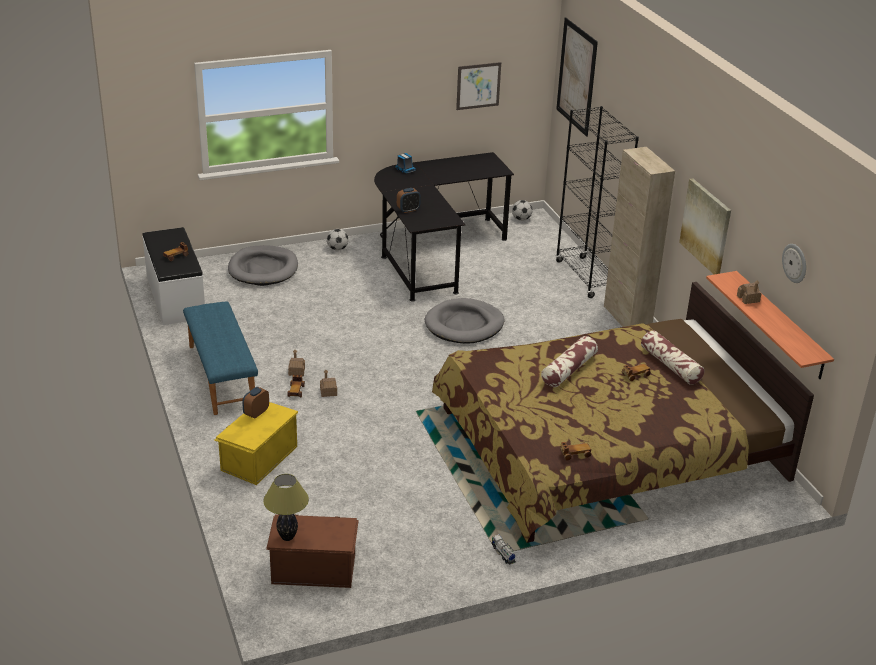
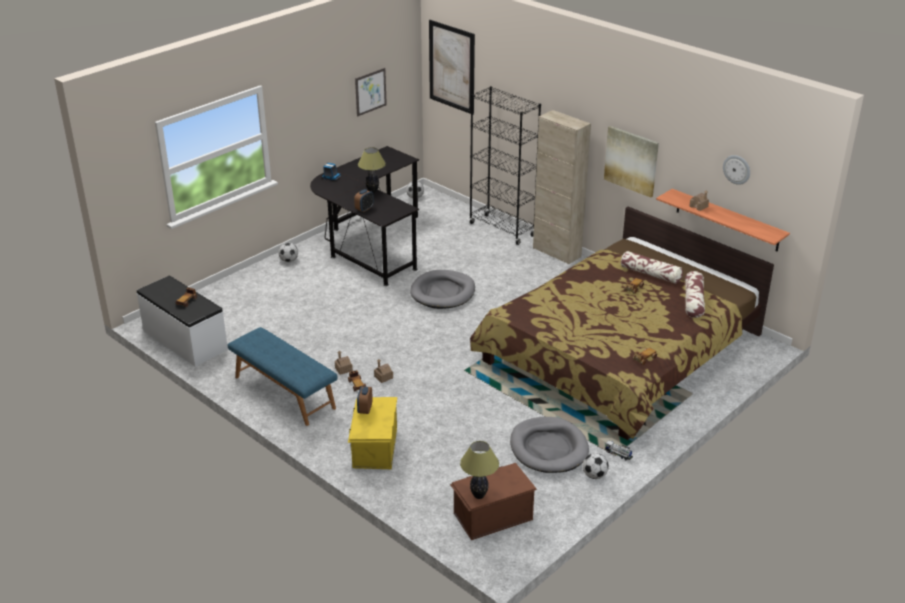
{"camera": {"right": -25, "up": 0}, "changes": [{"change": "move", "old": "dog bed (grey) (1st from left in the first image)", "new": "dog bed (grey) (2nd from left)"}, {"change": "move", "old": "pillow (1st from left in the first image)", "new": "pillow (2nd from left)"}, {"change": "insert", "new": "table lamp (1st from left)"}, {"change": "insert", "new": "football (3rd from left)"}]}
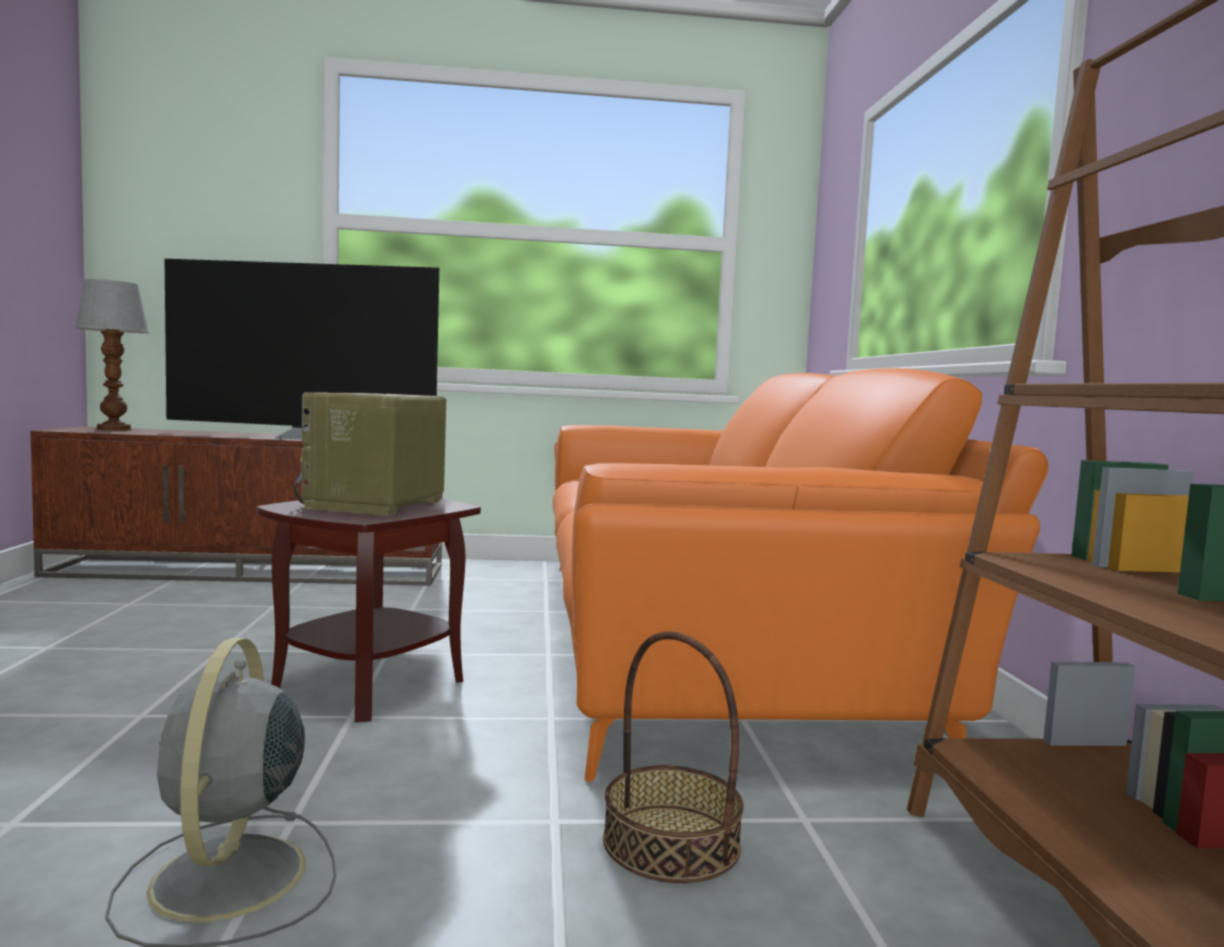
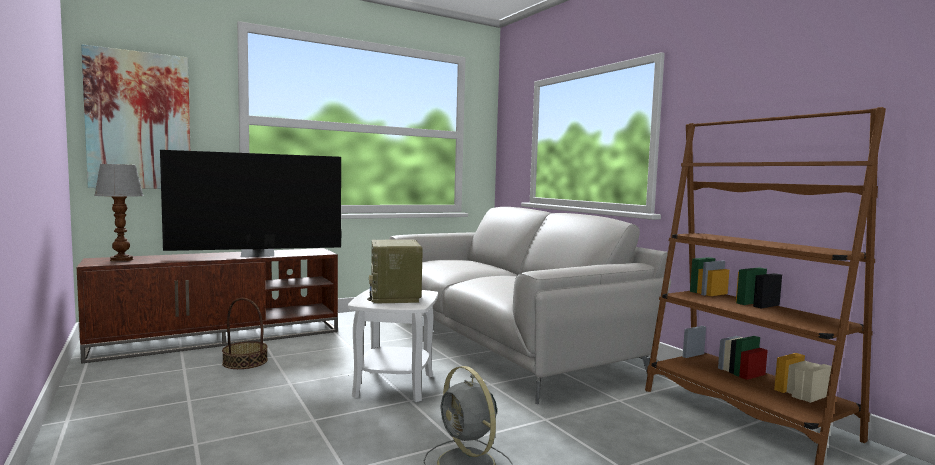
{"camera": {"right": -25, "up": 0}, "changes": [{"change": "recolor", "old": "sofa (orange)", "new": "sofa (grey)"}, {"change": "recolor", "old": "side table (brown)", "new": "side table (white)"}, {"change": "move", "old": "basket"}, {"change": "insert", "new": "picture"}]}
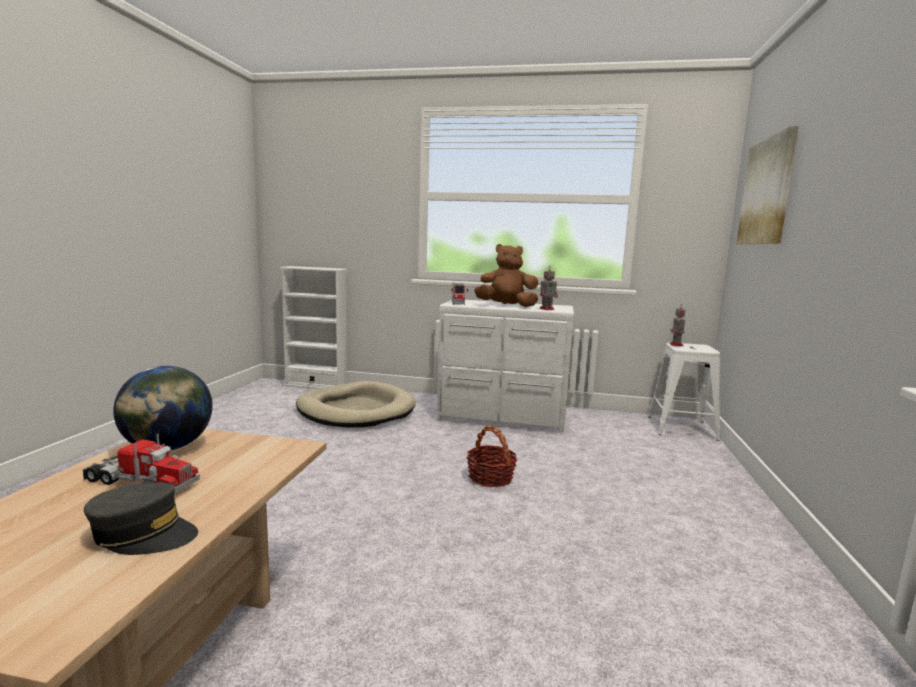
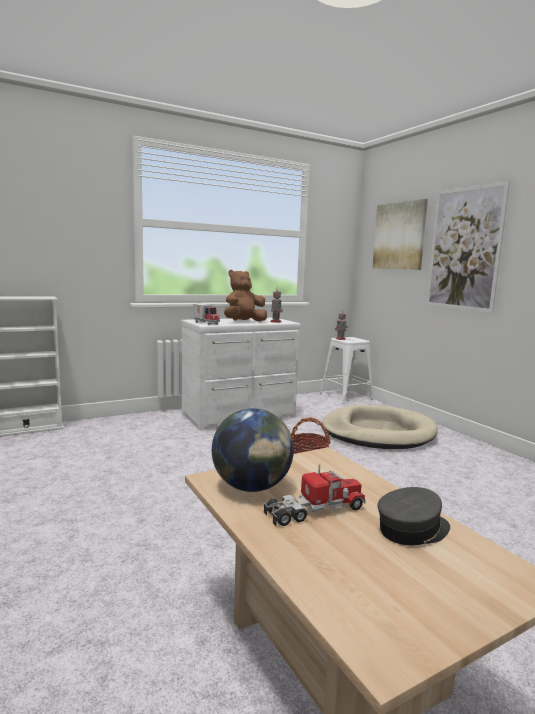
{"camera": {"right": -40, "up": 0}, "changes": [{"change": "move", "old": "dog bed (beige)"}, {"change": "insert", "new": "picture (2nd from left)"}]}
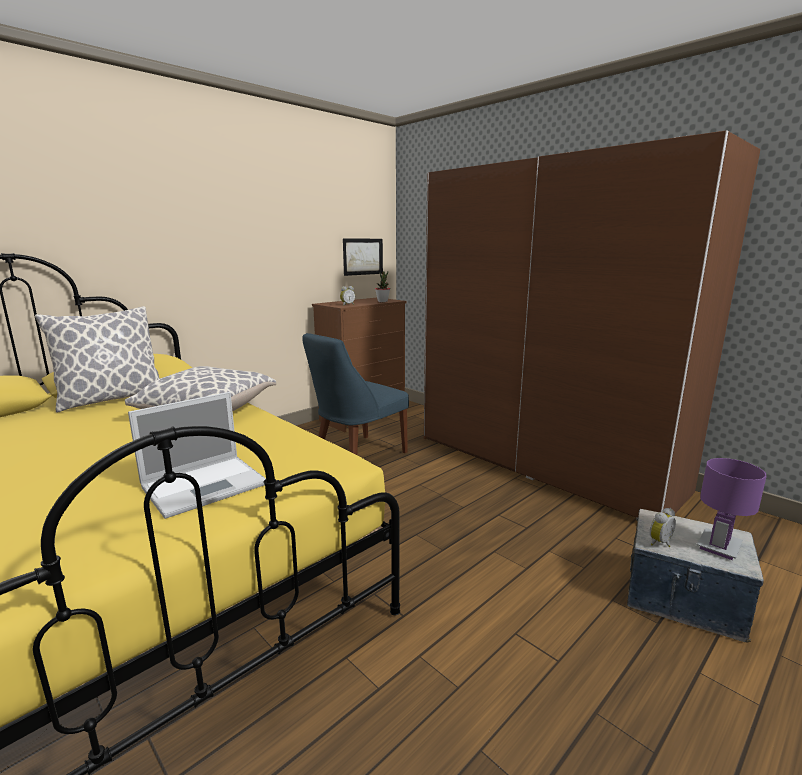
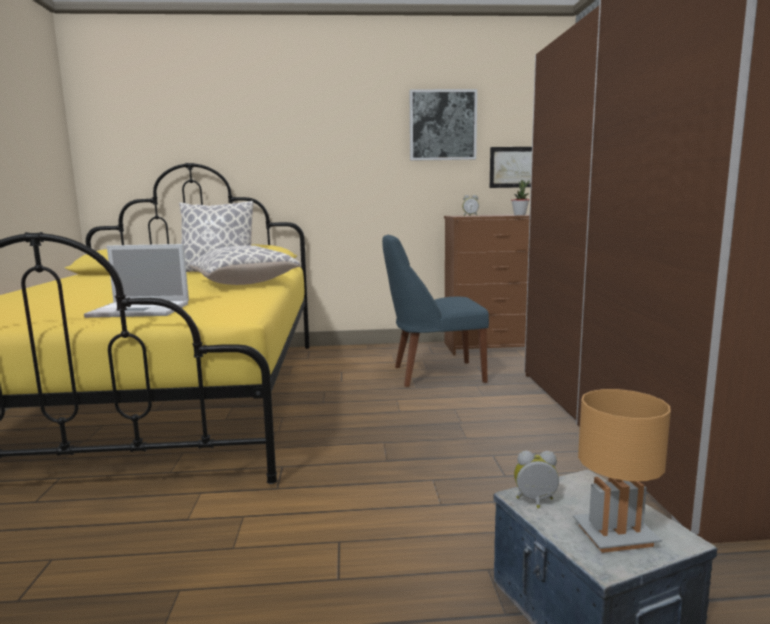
{"camera": {"right": 40, "up": -5}, "changes": [{"change": "recolor", "old": "table lamp (purple)", "new": "table lamp (brown)"}, {"change": "insert", "new": "picture (1st from left)"}]}
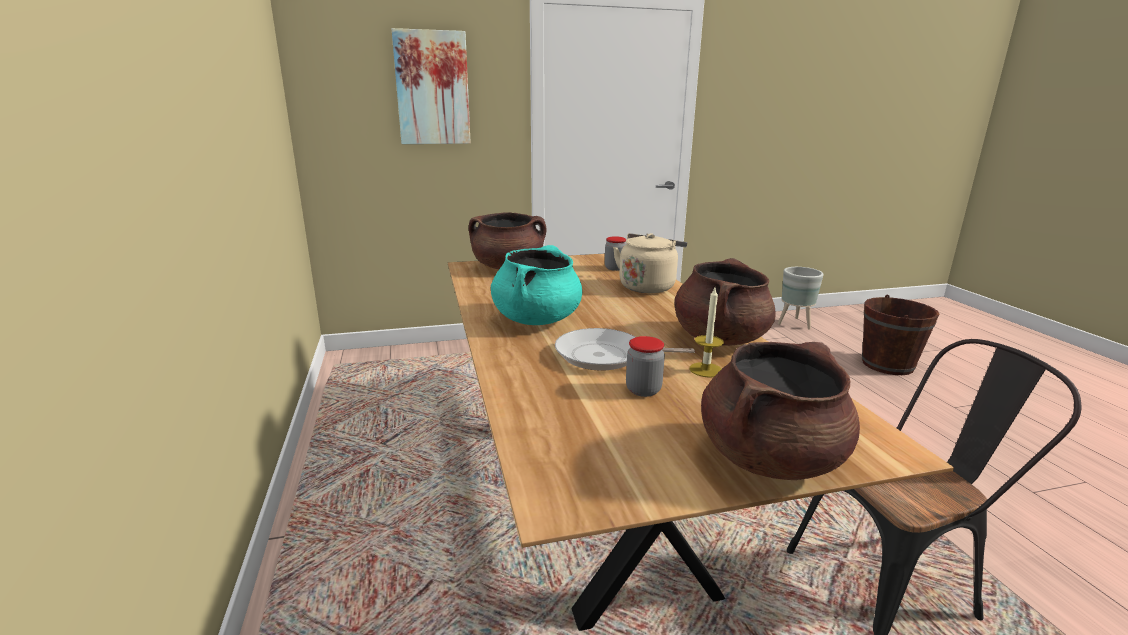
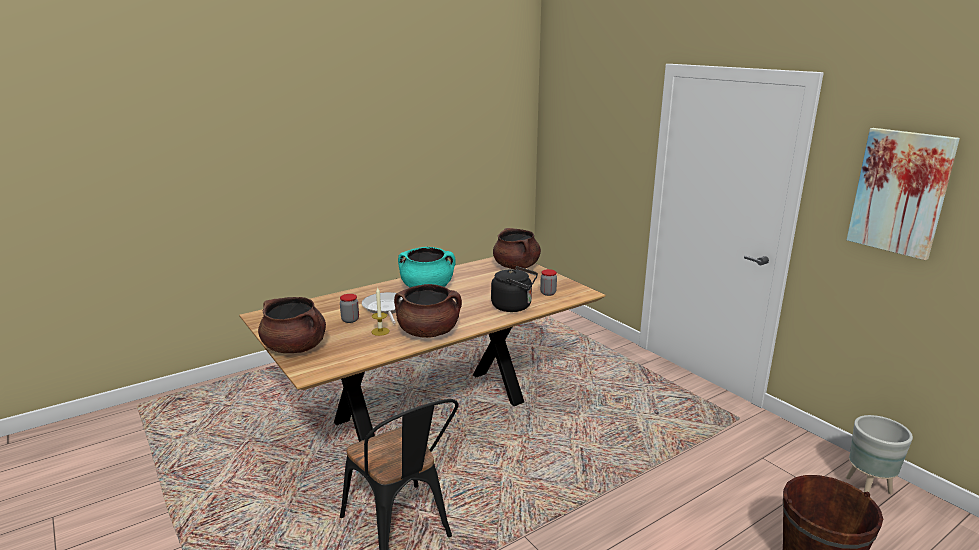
{"camera": {"right": 70, "up": 0}, "changes": [{"change": "move", "old": "picture"}, {"change": "recolor", "old": "kettle (beige)", "new": "kettle (black)"}]}
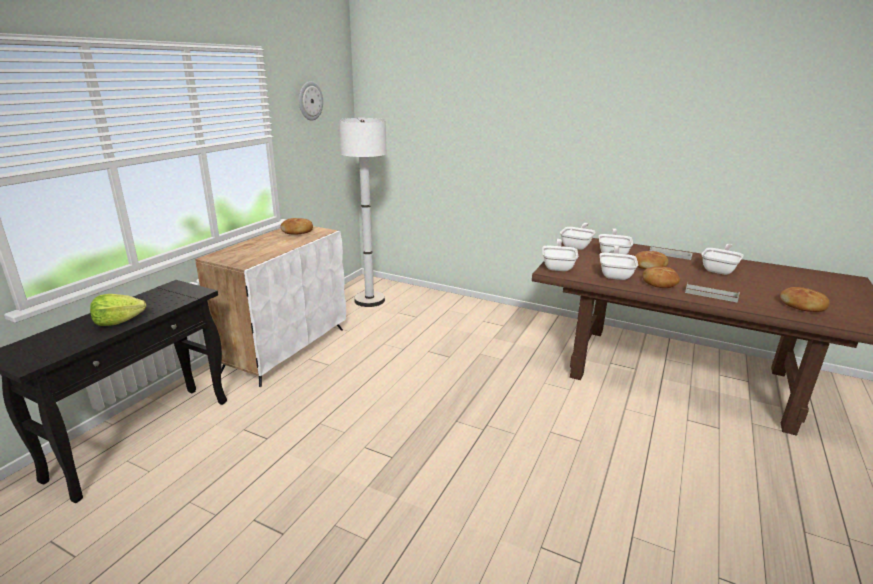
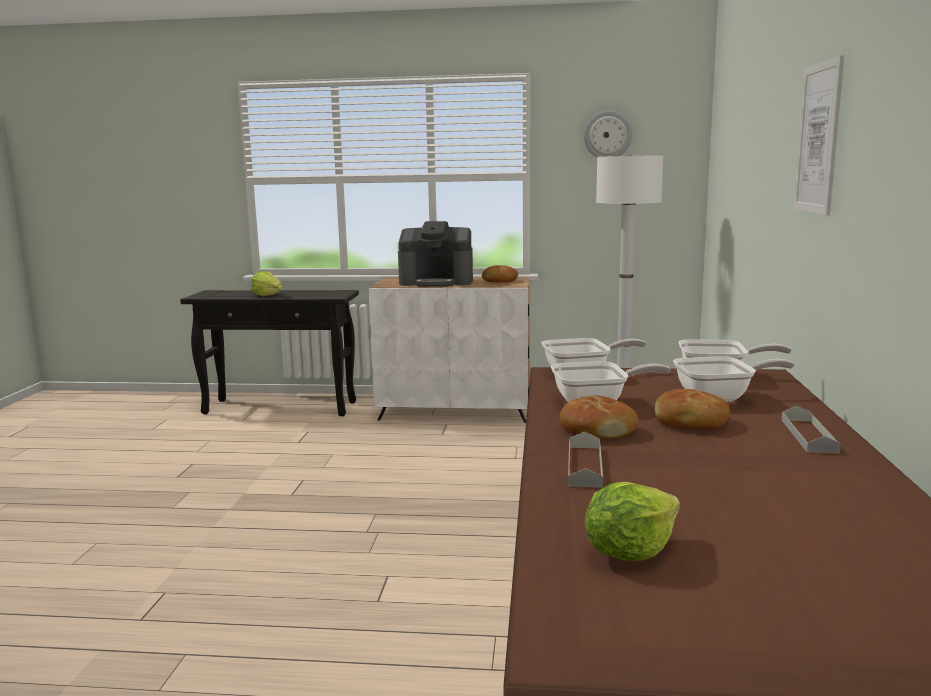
{"camera": {"right": 70, "up": -10}, "changes": [{"change": "delete", "old": "frying pan (5th from left)"}, {"change": "replace", "old": "bread (4th from left)", "new": "lettuce (2nd from left)"}, {"change": "insert", "new": "picture"}, {"change": "insert", "new": "coffee machine"}]}
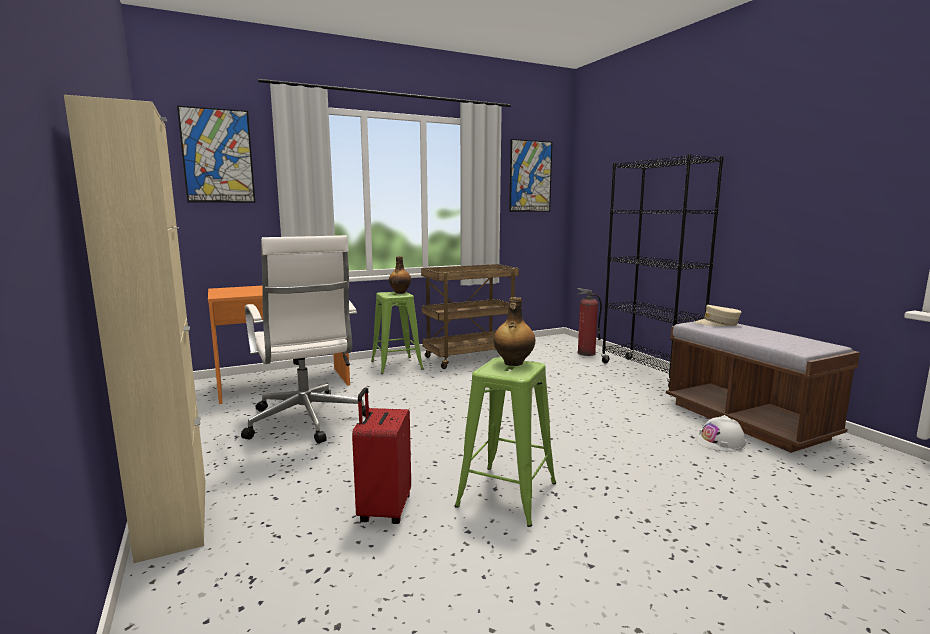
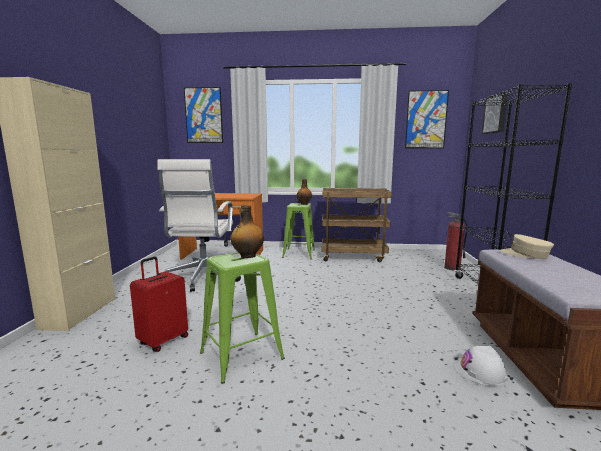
{"camera": {"right": 30, "up": 0}, "changes": [{"change": "insert", "new": "picture (3rd from left)"}]}
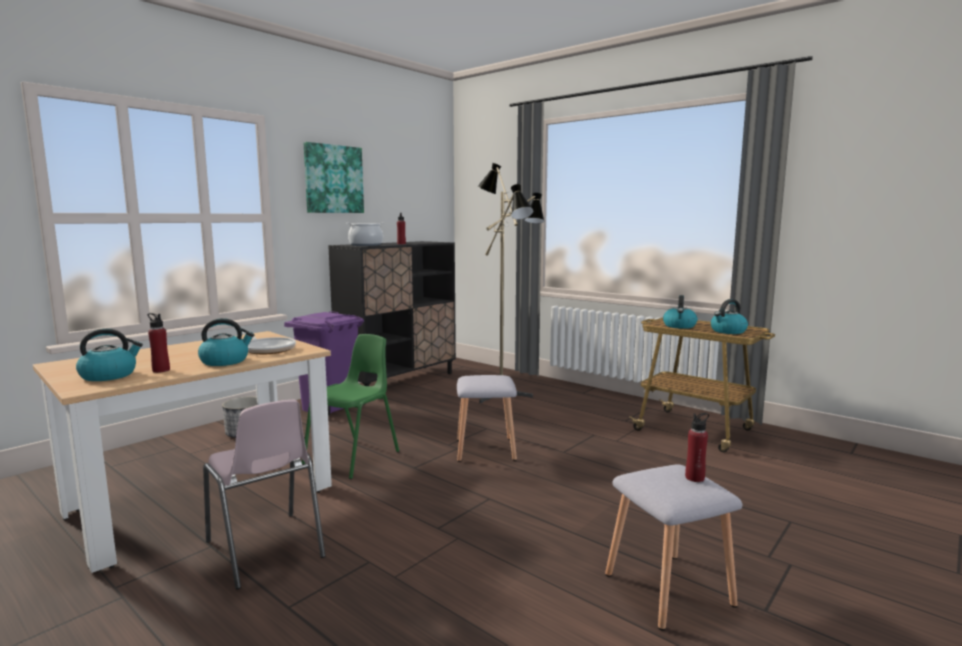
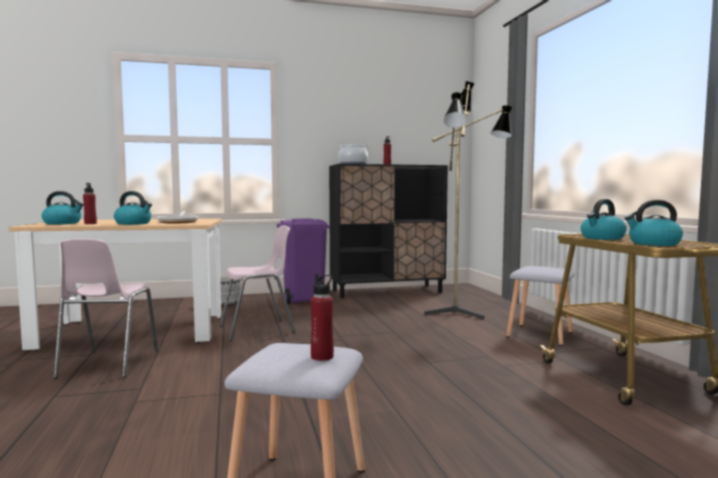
{"camera": {"right": 35, "up": -5}, "changes": [{"change": "delete", "old": "picture"}, {"change": "recolor", "old": "chair (green)", "new": "chair (pink) (2nd from left)"}, {"change": "move", "old": "stool (grey) (1st from left in the first image)", "new": "stool (grey) (2nd from left)"}]}
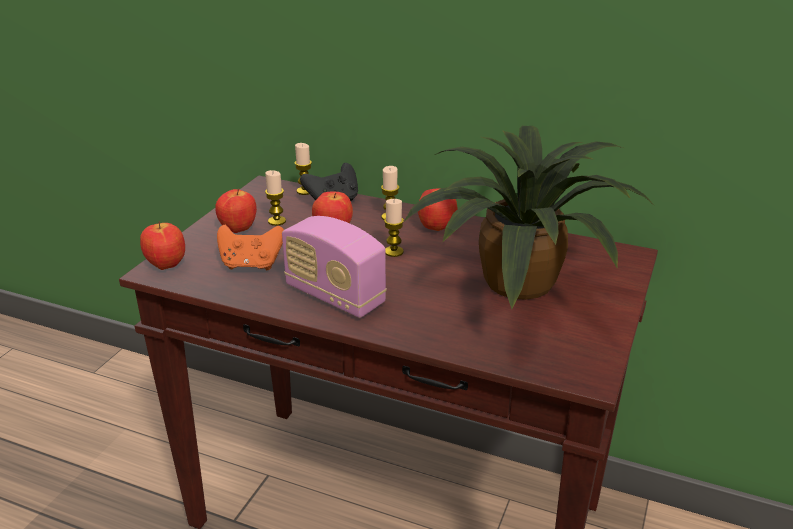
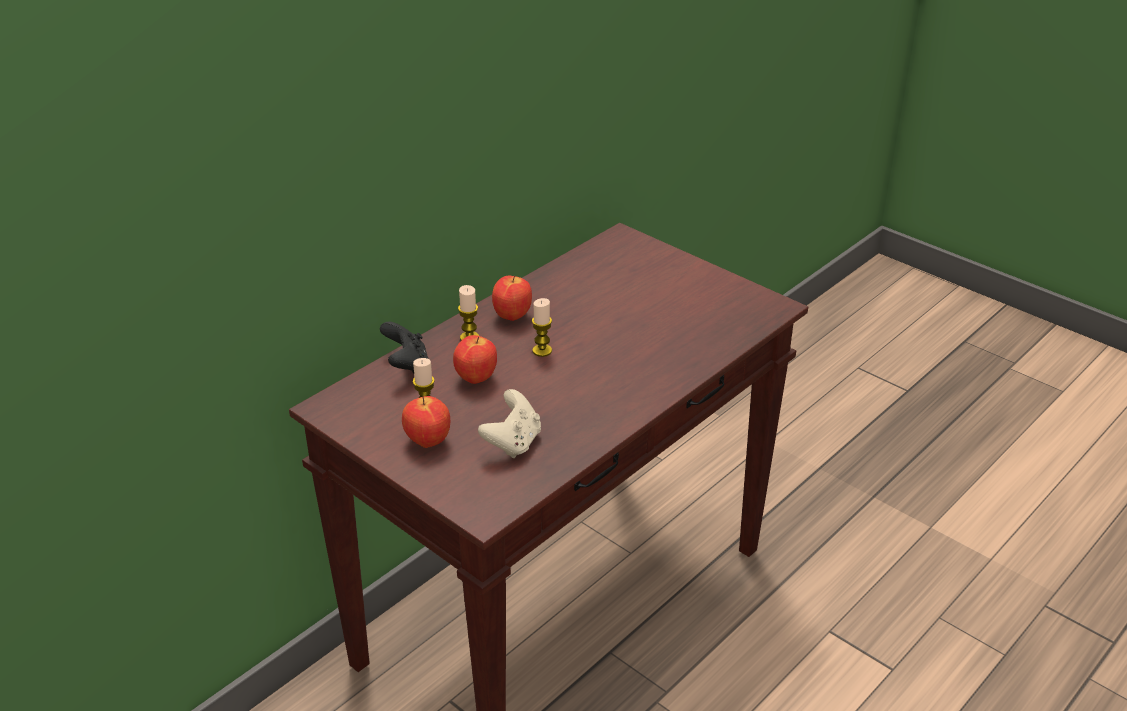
{"camera": {"right": -70, "up": 5}, "changes": [{"change": "delete", "old": "potted plant"}, {"change": "delete", "old": "candle (2nd from left)"}, {"change": "delete", "old": "radio"}, {"change": "delete", "old": "apple (1st from left)"}, {"change": "recolor", "old": "game controller (orange)", "new": "game controller (beige)"}]}
